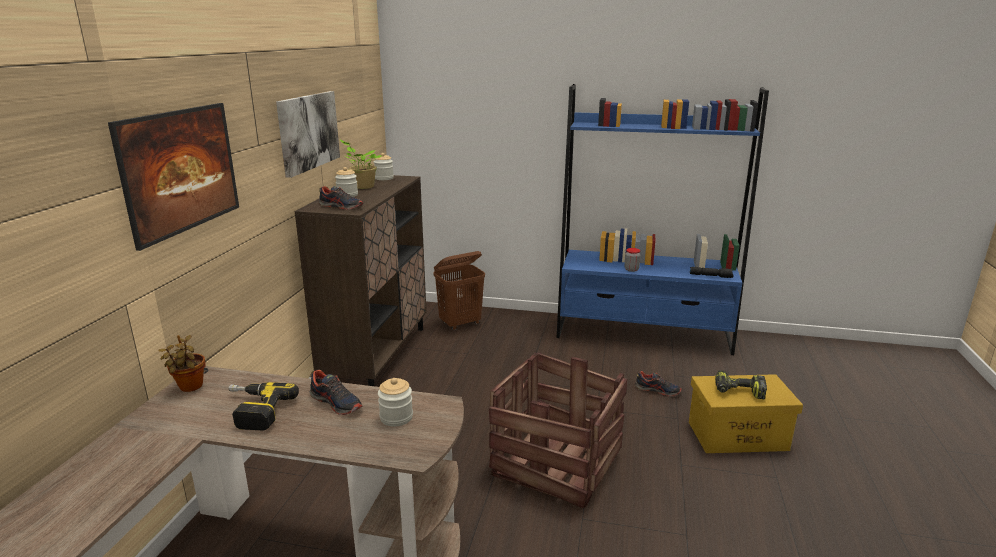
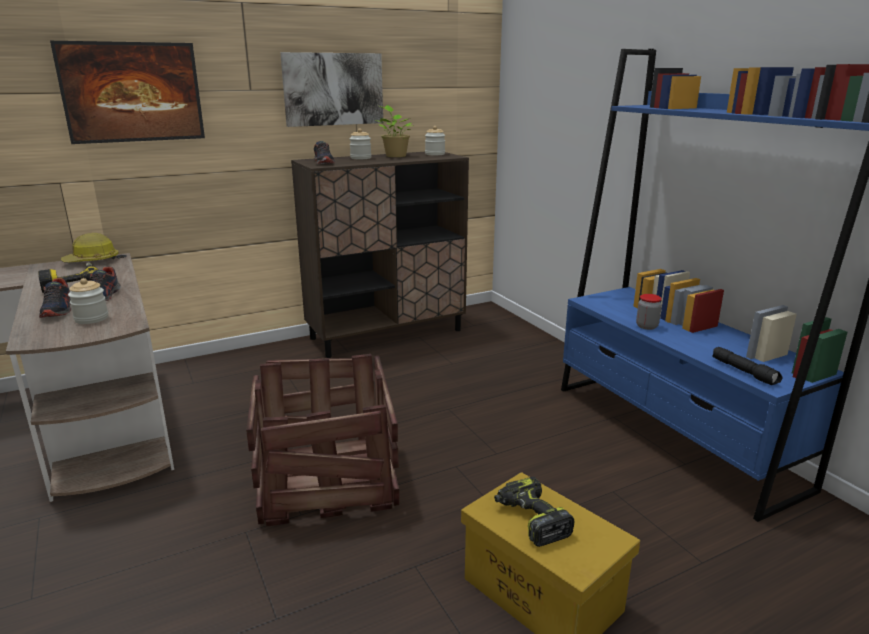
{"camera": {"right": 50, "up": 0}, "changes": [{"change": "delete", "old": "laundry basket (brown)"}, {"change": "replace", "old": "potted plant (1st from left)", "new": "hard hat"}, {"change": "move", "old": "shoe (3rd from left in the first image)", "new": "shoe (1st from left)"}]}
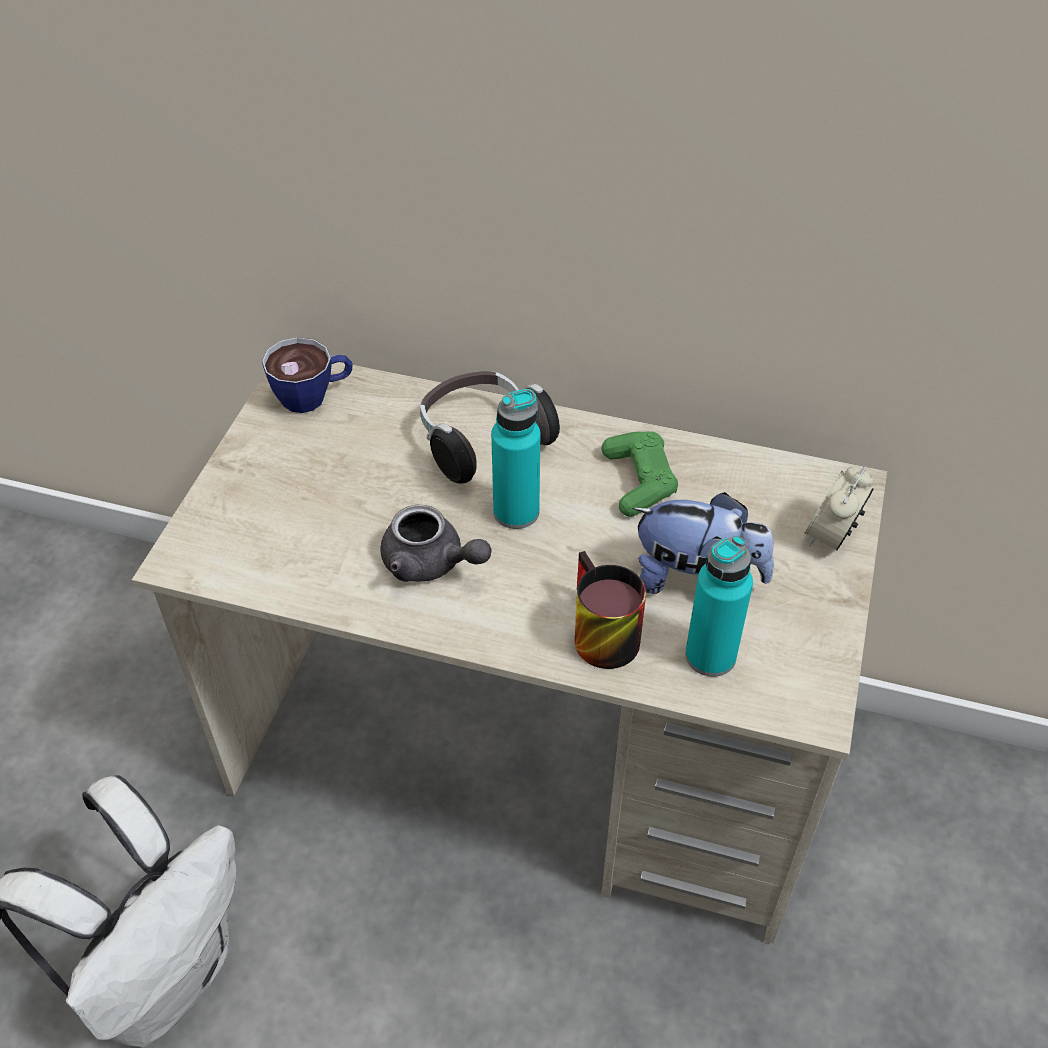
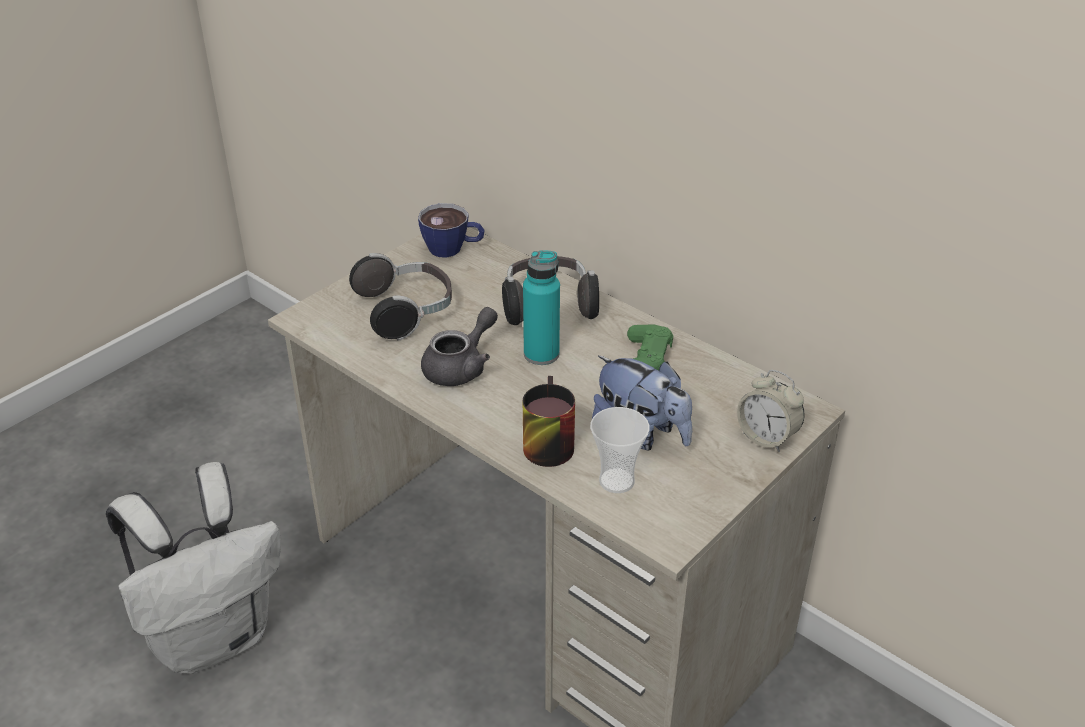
{"camera": {"right": 25, "up": -10}, "changes": [{"change": "rotate", "old": "alarm clock", "degrees": -105}, {"change": "rotate", "old": "teapot (grey)", "degrees": -105}, {"change": "replace", "old": "bottle (turquoise) (2nd from left)", "new": "cup (2nd from left)"}, {"change": "insert", "new": "headphones (1st from left)"}]}
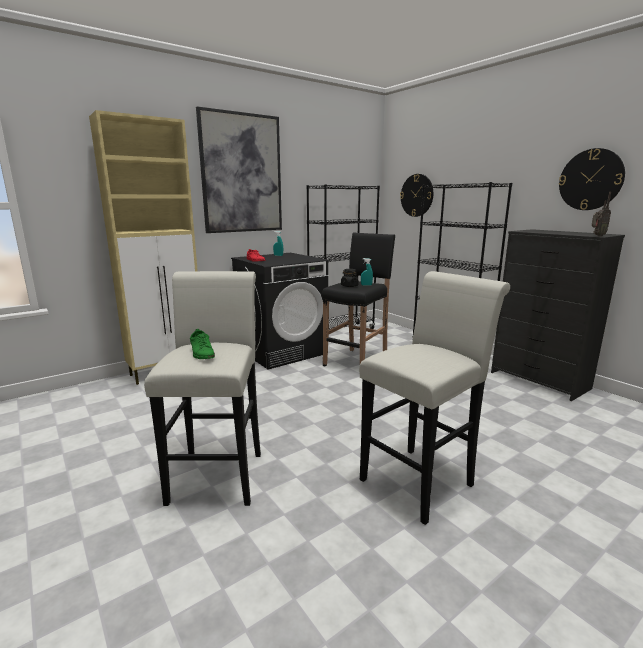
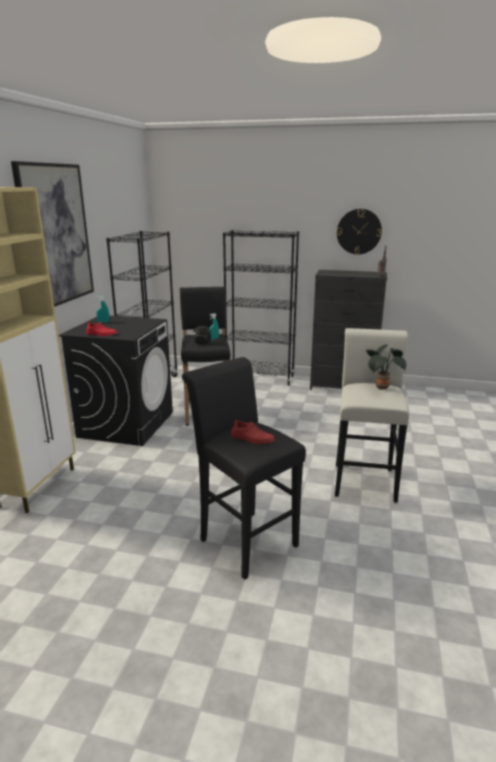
{"camera": {"right": -40, "up": 5}, "changes": [{"change": "delete", "old": "wall clock (1st from left)"}, {"change": "recolor", "old": "stool (white) (1st from left)", "new": "stool (black) (2nd from left)"}, {"change": "recolor", "old": "shoe (green)", "new": "shoe (red) (2nd from left)"}, {"change": "insert", "new": "potted plant"}]}
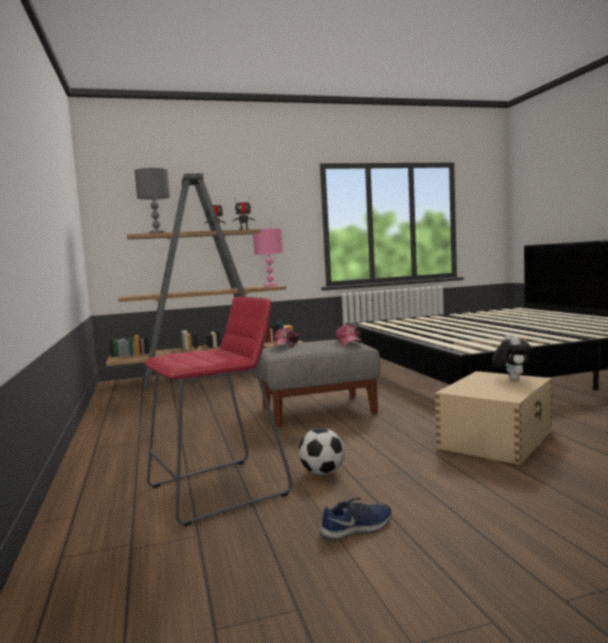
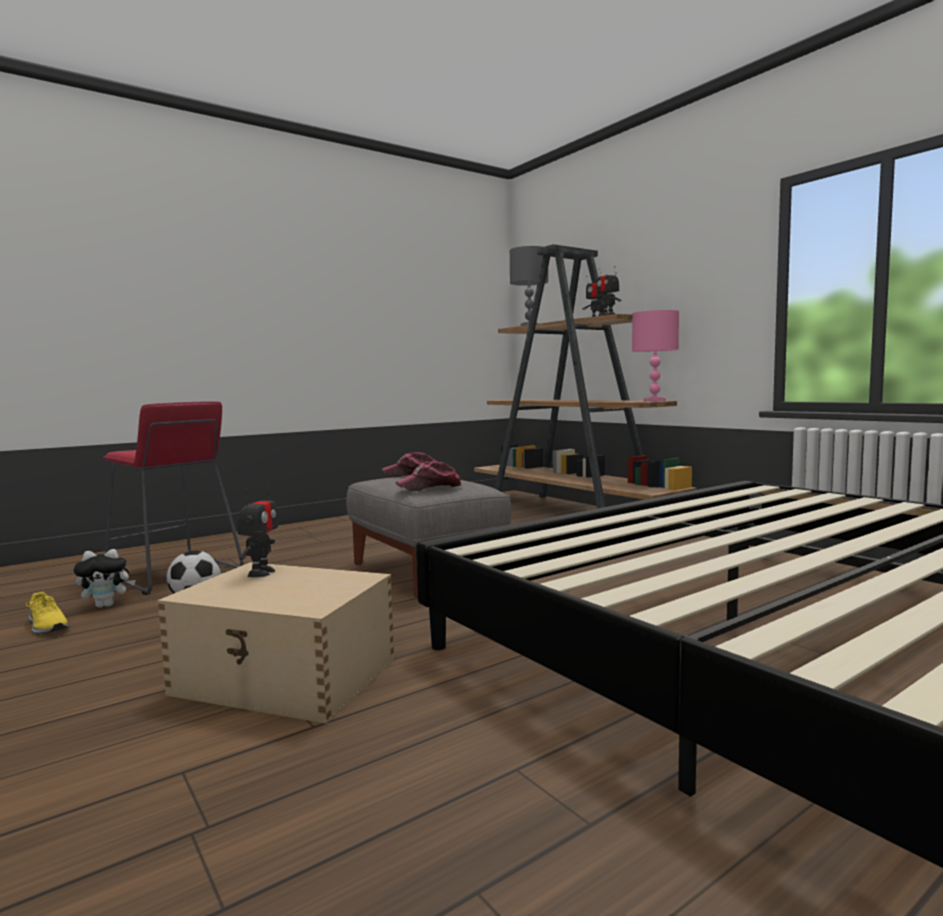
{"camera": {"right": 70, "up": 0}, "changes": [{"change": "move", "old": "plush toy"}, {"change": "recolor", "old": "shoe (blue)", "new": "shoe (yellow)"}, {"change": "insert", "new": "toy robot (1st from left)"}]}
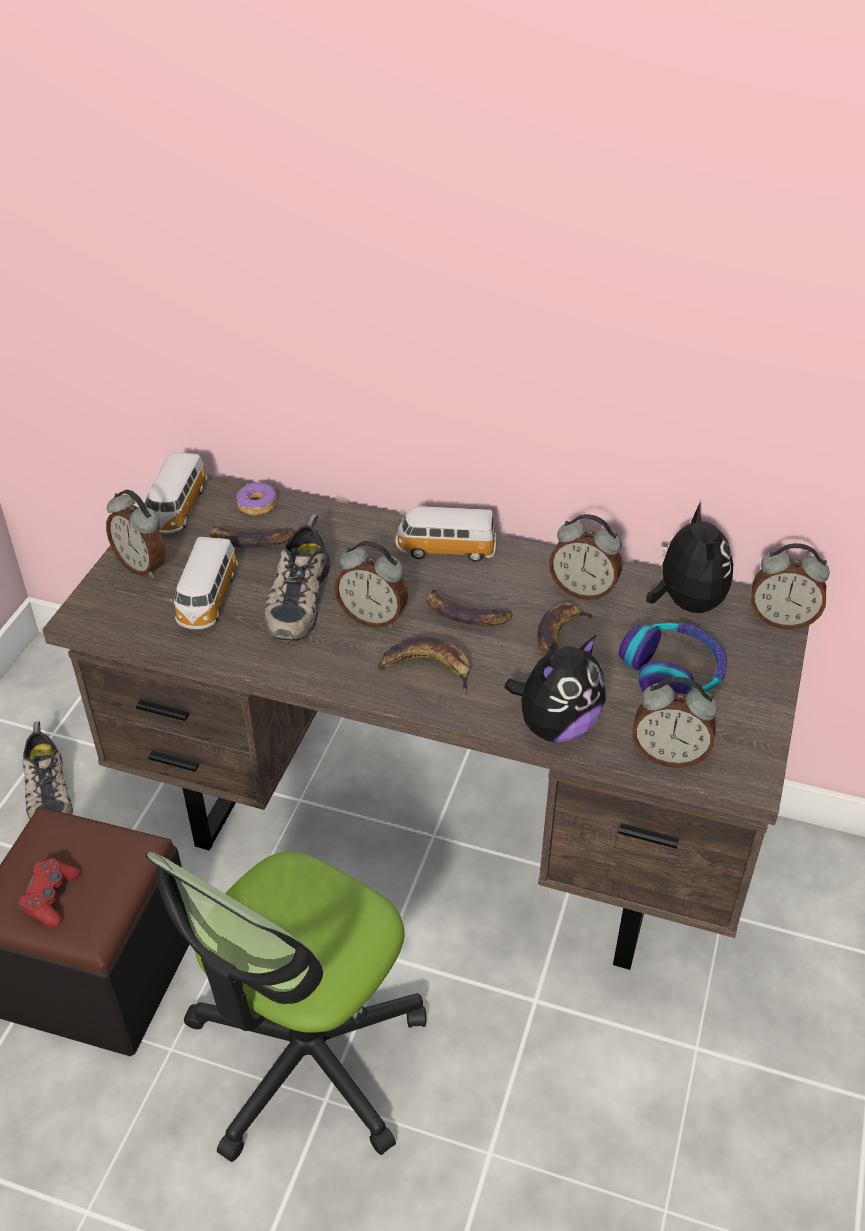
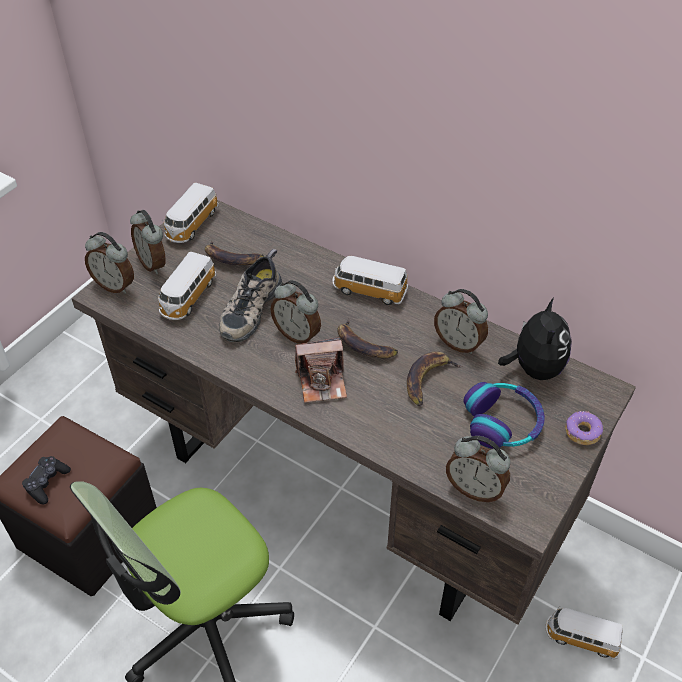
{"camera": {"right": 15, "up": 5}, "changes": [{"change": "move", "old": "donut"}, {"change": "move", "old": "alarm clock (5th from left in the first image)", "new": "alarm clock (1st from left)"}, {"change": "delete", "old": "plush toy (1st from left)"}, {"change": "replace", "old": "banana (2nd from left)", "new": "photo camera"}, {"change": "delete", "old": "shoe (1st from left)"}, {"change": "recolor", "old": "game controller (red)", "new": "game controller (black)"}, {"change": "insert", "new": "toy car (4th from left)"}]}
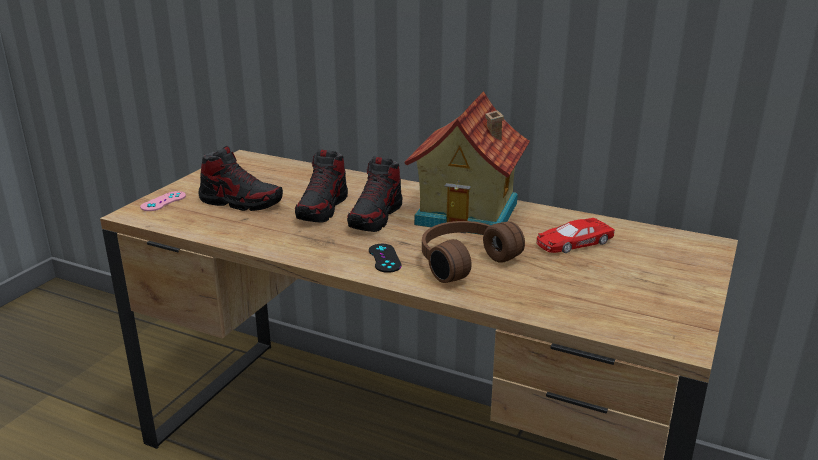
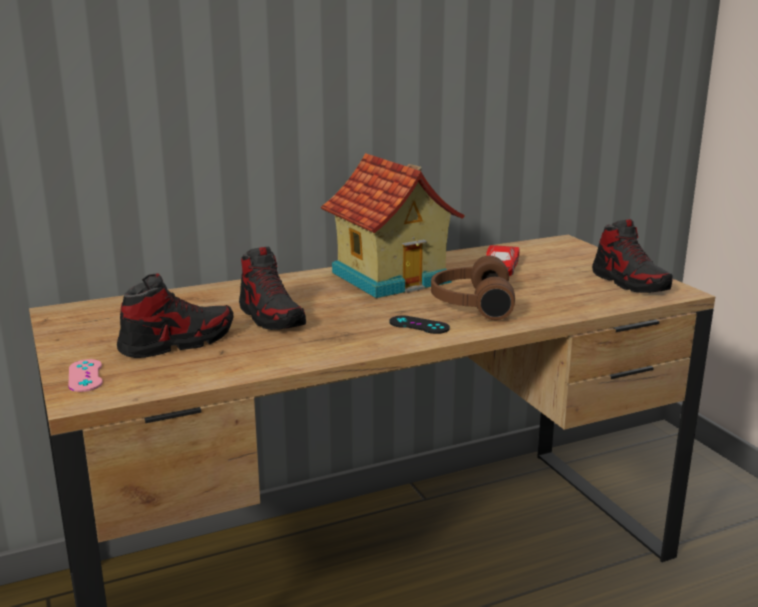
{"camera": {"right": -50, "up": -5}, "changes": [{"change": "move", "old": "shoe (3rd from left)"}]}
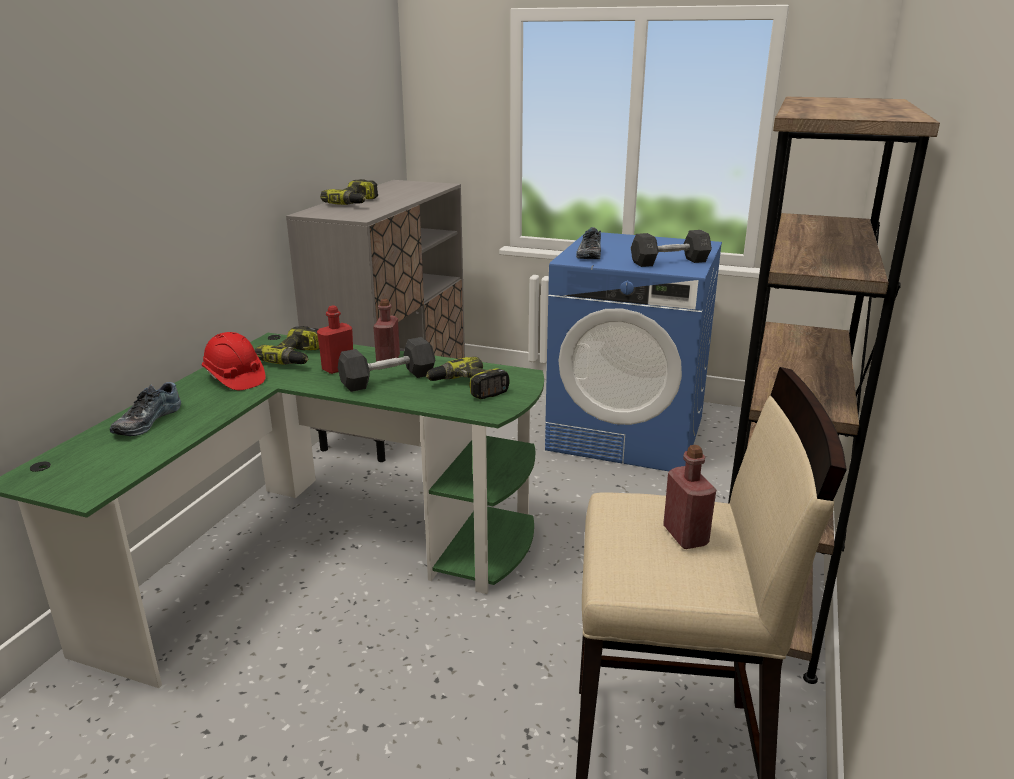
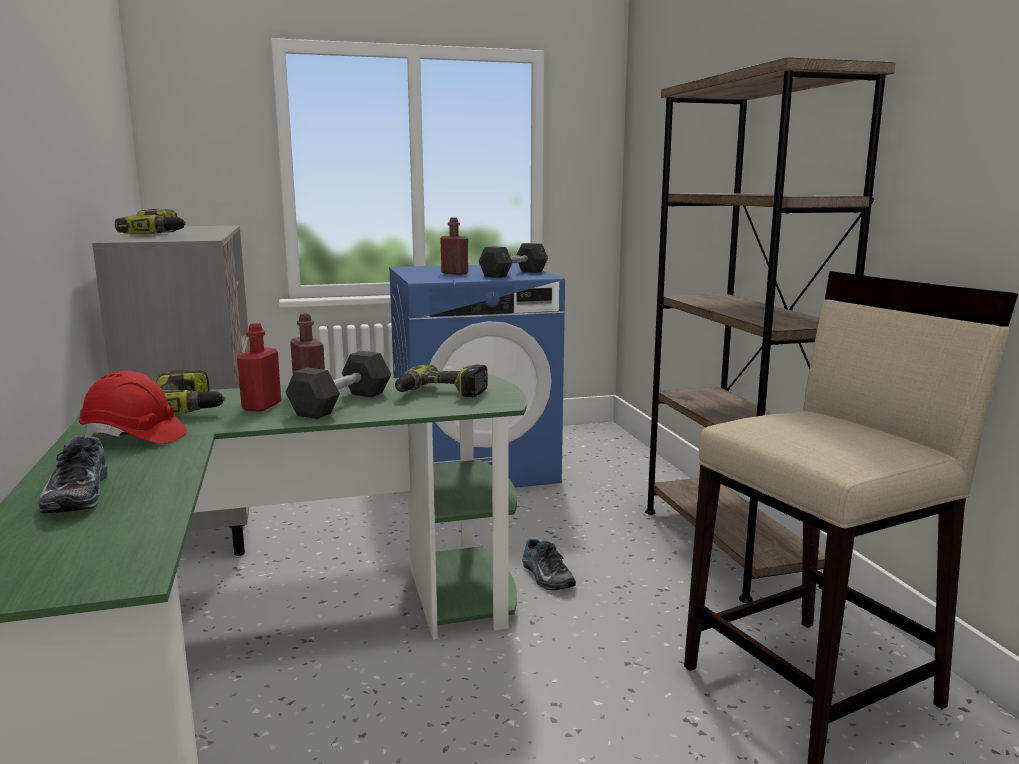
{"camera": {"right": -35, "up": -10}, "changes": [{"change": "move", "old": "shoe (2nd from left)"}, {"change": "move", "old": "bottle (red) (3rd from left)"}]}
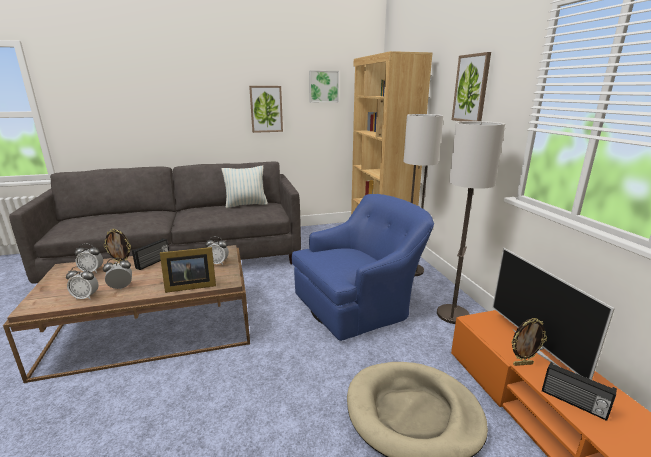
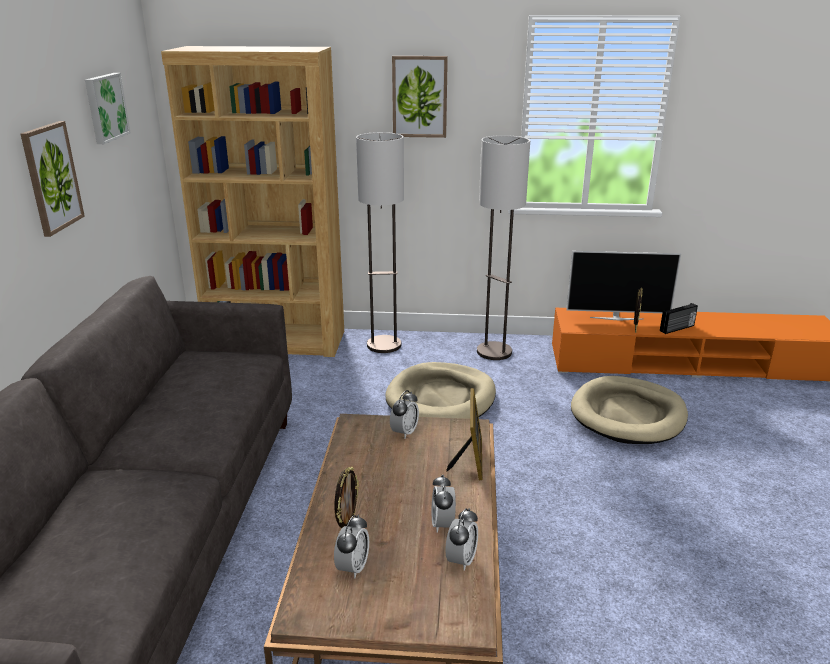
{"camera": {"right": -70, "up": 5}, "changes": [{"change": "delete", "old": "pillow"}, {"change": "replace", "old": "armchair (blue)", "new": "dog bed (beige) (1st from left)"}, {"change": "delete", "old": "radio (1st from left)"}]}
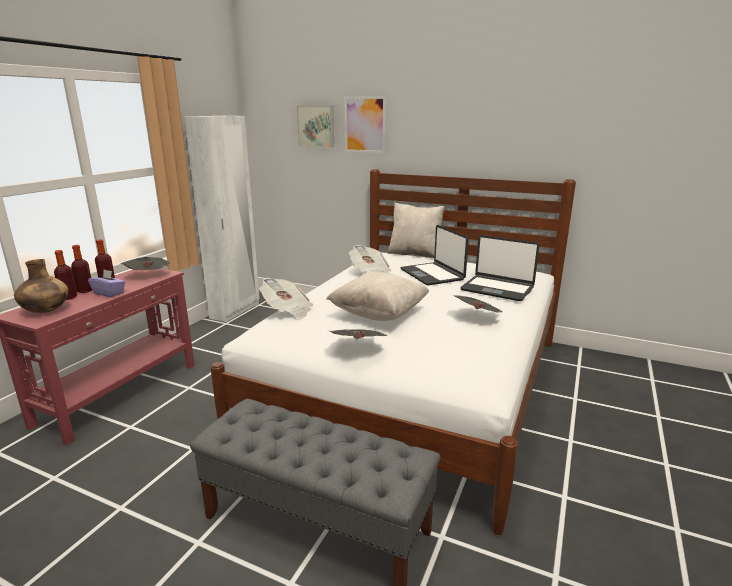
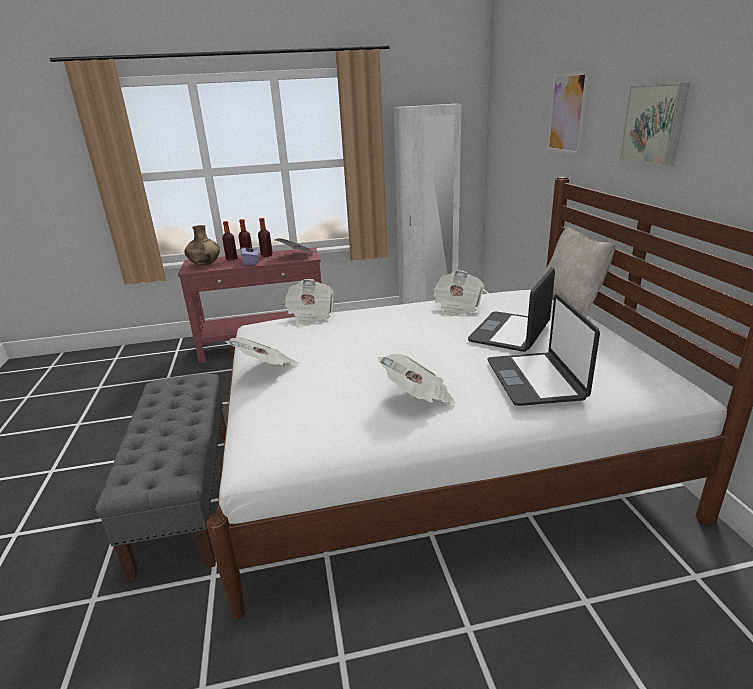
{"camera": {"right": 55, "up": 5}, "changes": [{"change": "move", "old": "picture (1st from left in the first image)", "new": "picture (2nd from left)"}, {"change": "delete", "old": "pillow (beige) (1st from left)"}]}
